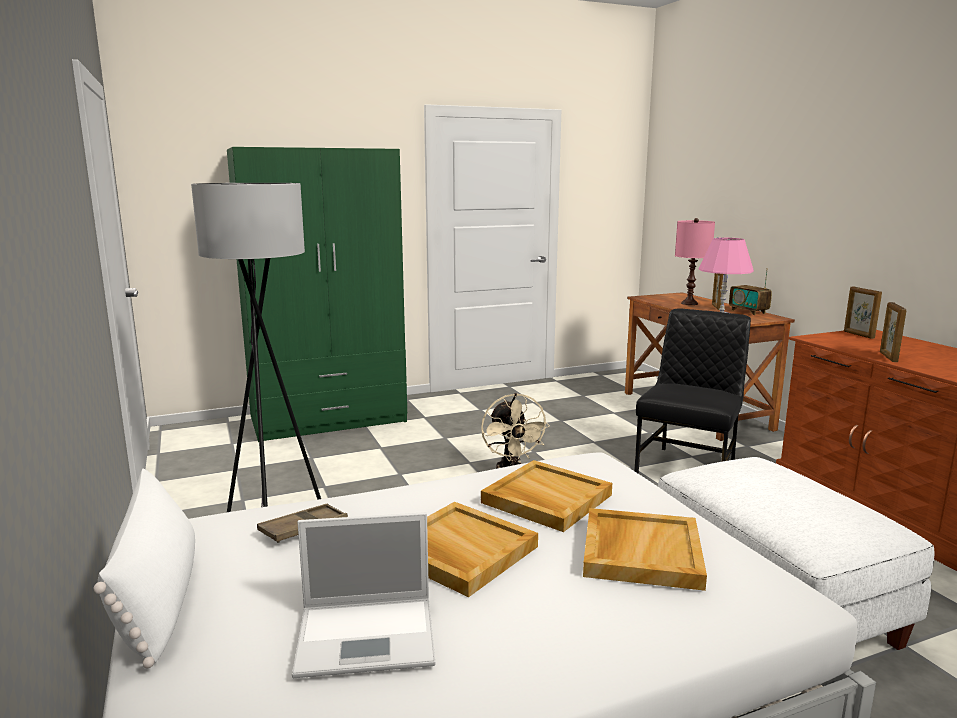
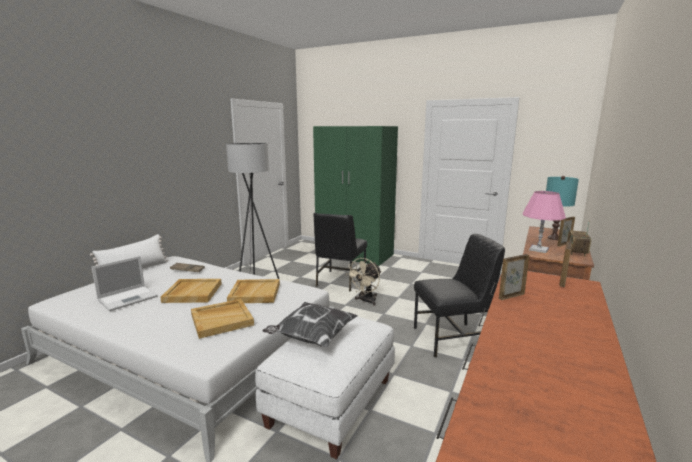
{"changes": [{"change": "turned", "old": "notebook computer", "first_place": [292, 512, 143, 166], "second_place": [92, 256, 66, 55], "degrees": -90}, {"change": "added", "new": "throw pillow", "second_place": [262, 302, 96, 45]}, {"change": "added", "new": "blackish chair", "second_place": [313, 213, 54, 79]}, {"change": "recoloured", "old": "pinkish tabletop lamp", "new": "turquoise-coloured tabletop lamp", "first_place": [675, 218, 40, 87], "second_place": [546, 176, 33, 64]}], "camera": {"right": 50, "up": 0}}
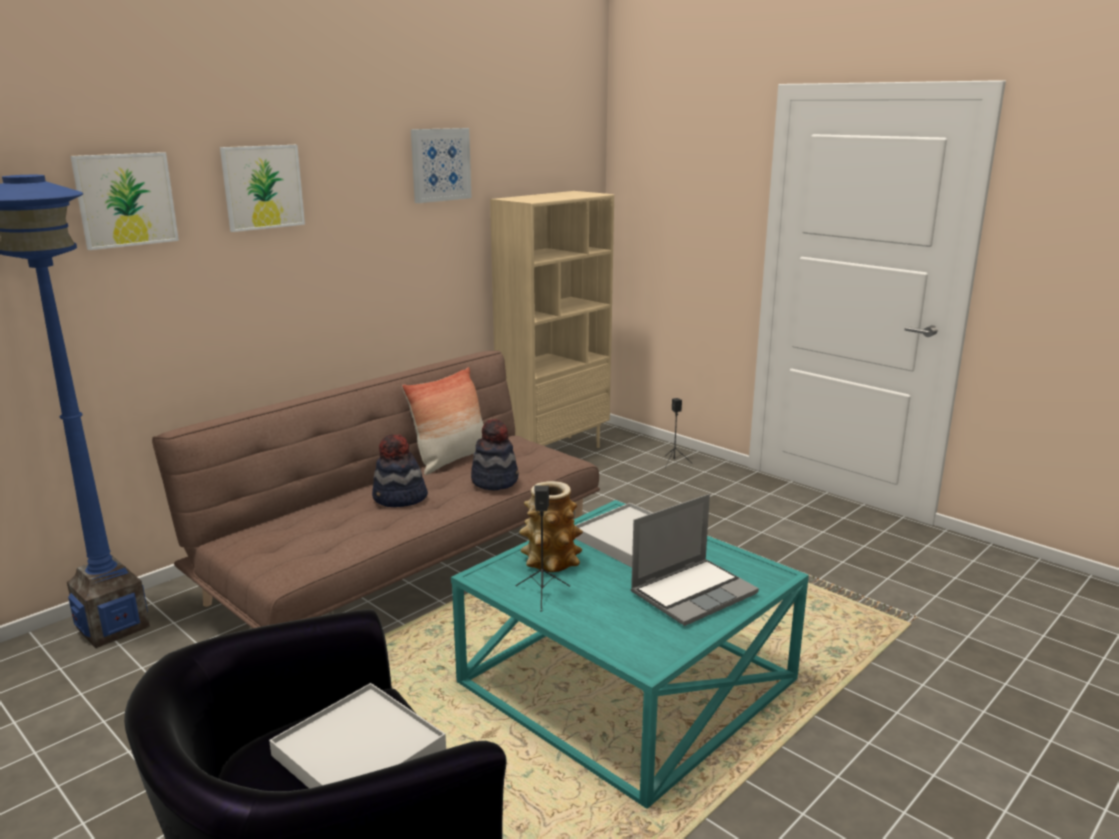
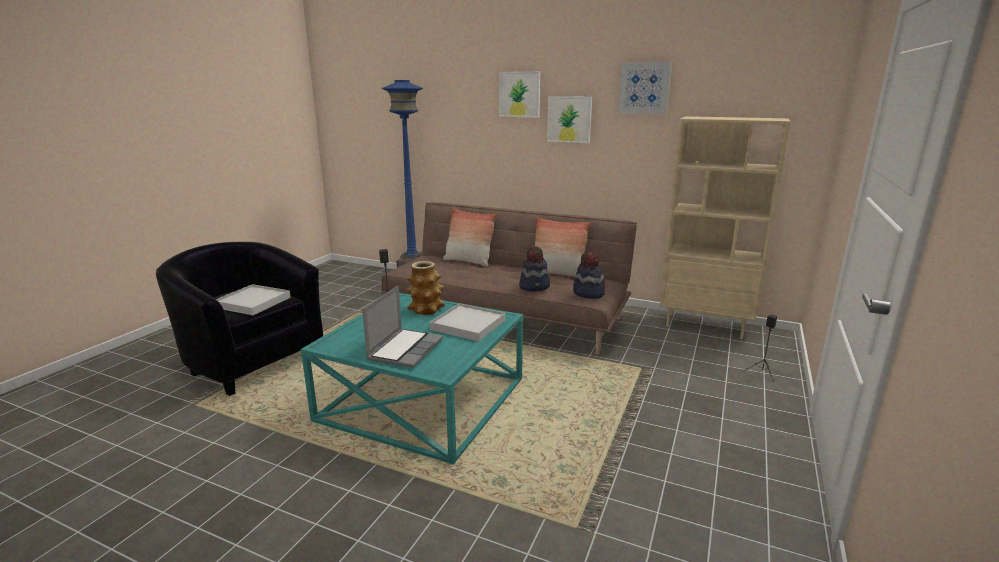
{"changes": [{"change": "turned", "old": "notebook computer", "first_place": [631, 494, 128, 132], "second_place": [362, 285, 81, 83], "degrees": -105}, {"change": "added", "new": "throw pillow", "second_place": [443, 208, 54, 59]}, {"change": "moved", "old": "wall art", "first_place": [70, 152, 109, 98], "second_place": [547, 96, 45, 47]}, {"change": "moved", "old": "wearable hat", "first_place": [372, 434, 56, 73], "second_place": [573, 251, 32, 48]}], "camera": {"right": 70, "up": 0}}
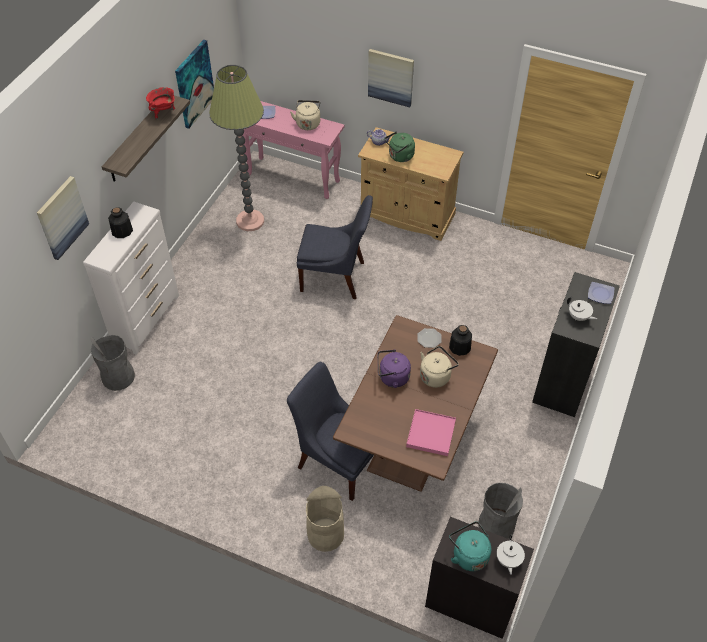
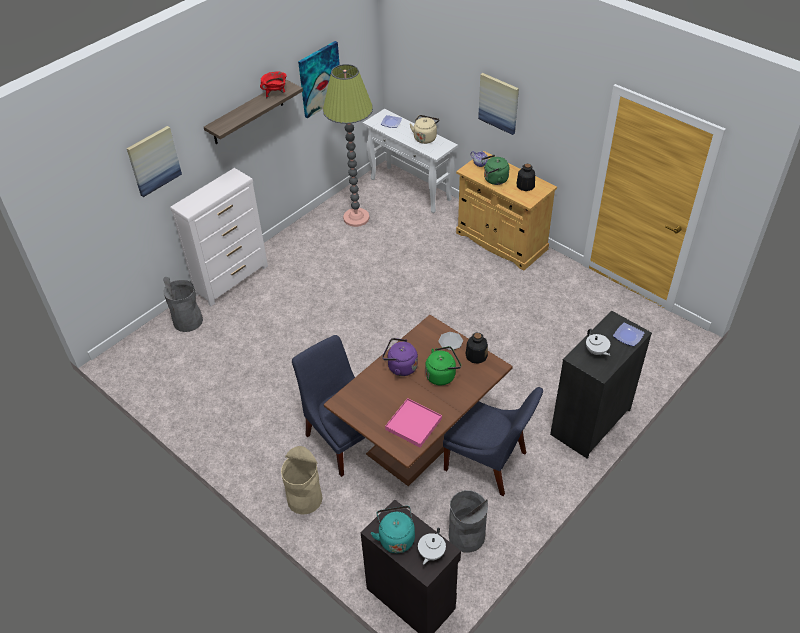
{"changes": [{"change": "recoloured", "old": "pinkish hall table", "new": "whitish hall table", "first_place": [242, 101, 102, 98], "second_place": [363, 109, 95, 104]}, {"change": "recoloured", "old": "beige tea kettle", "new": "green-coloured tea kettle", "first_place": [420, 346, 39, 42], "second_place": [425, 346, 36, 39]}, {"change": "moved", "old": "bluish chair", "first_place": [297, 195, 76, 104], "second_place": [443, 387, 100, 109]}, {"change": "moved", "old": "bottle", "first_place": [108, 207, 25, 31], "second_place": [516, 164, 19, 27]}], "camera": {"right": 20, "up": -5}}
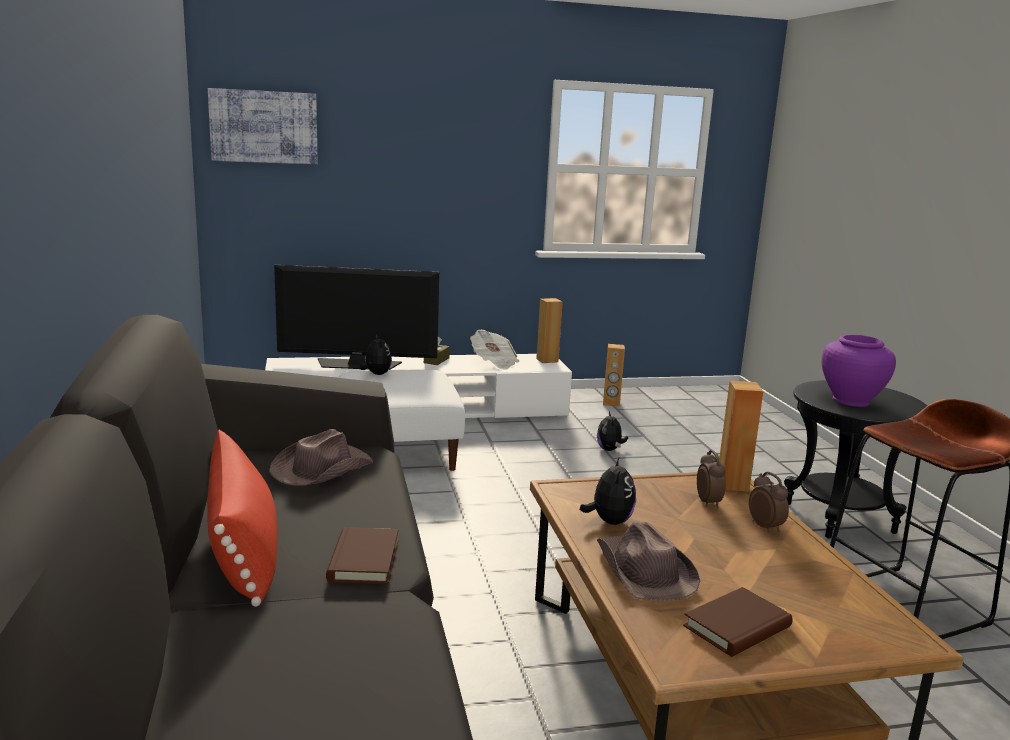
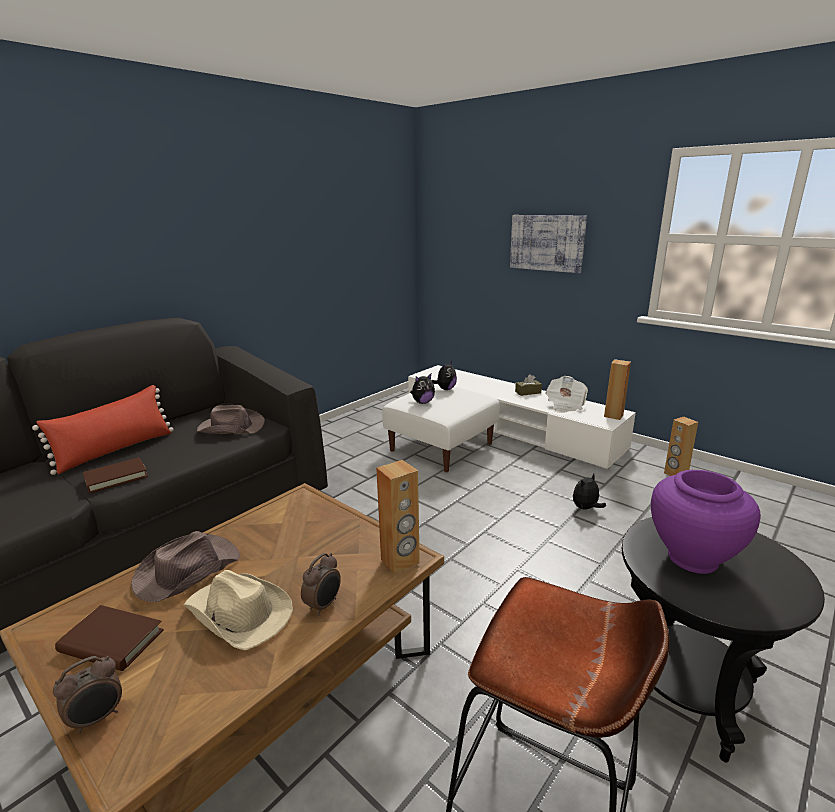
{"changes": [{"change": "moved", "old": "alarm clock", "first_place": [697, 450, 29, 58], "second_place": [53, 656, 69, 78]}, {"change": "added", "new": "beige wearable hat", "second_place": [184, 570, 109, 80]}, {"change": "moved", "old": "soft toy", "first_place": [580, 456, 56, 69], "second_place": [410, 374, 25, 30]}, {"change": "moved", "old": "wall art", "first_place": [208, 88, 110, 76], "second_place": [510, 215, 77, 58]}, {"change": "removed", "old": "TV", "first_place": [274, 265, 165, 105]}], "camera": {"right": 55, "up": 5}}
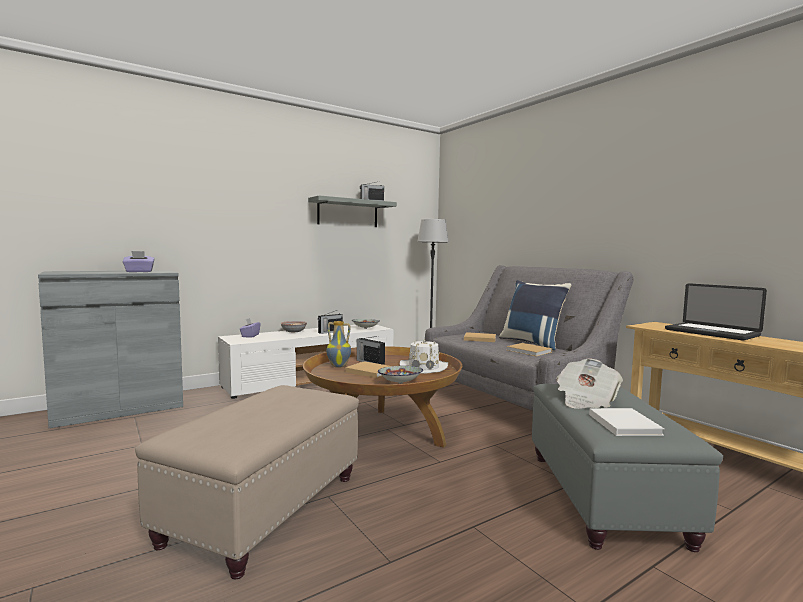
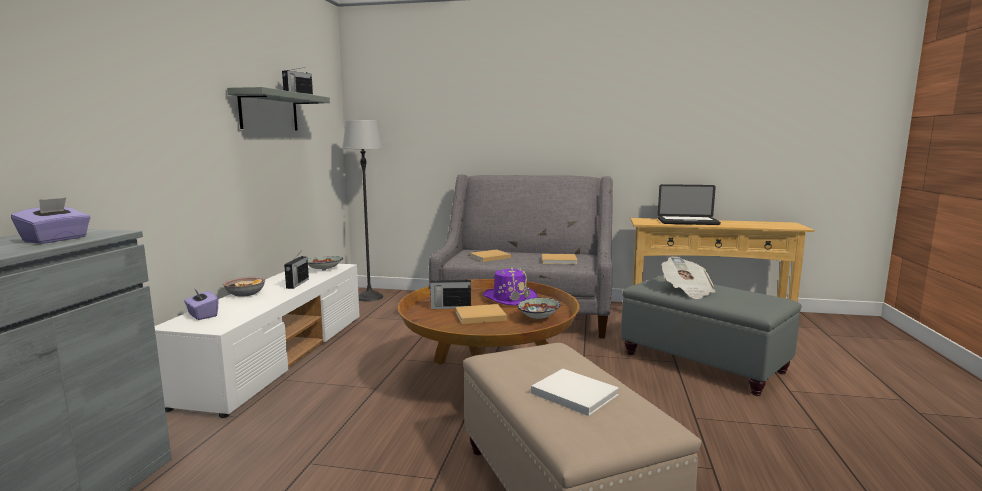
{"changes": [{"change": "recoloured", "old": "whitish wearable hat", "new": "purple wearable hat", "first_place": [400, 339, 48, 35], "second_place": [483, 267, 55, 38]}, {"change": "moved", "old": "whitish bound book", "first_place": [589, 408, 76, 28], "second_place": [531, 369, 88, 47]}, {"change": "removed", "old": "flower vase", "first_place": [326, 321, 25, 47]}, {"change": "removed", "old": "bluish throw pillow", "first_place": [499, 280, 72, 71]}], "camera": {"right": -45, "up": 5}}
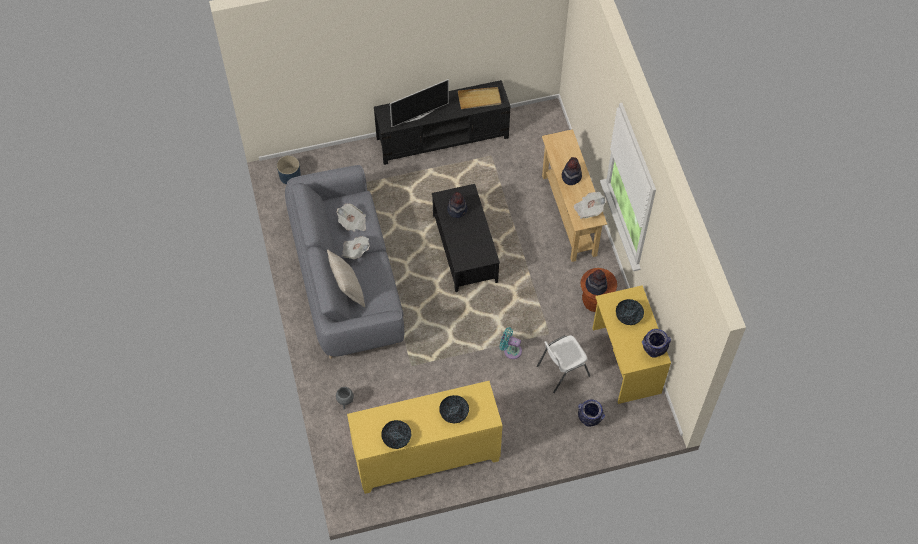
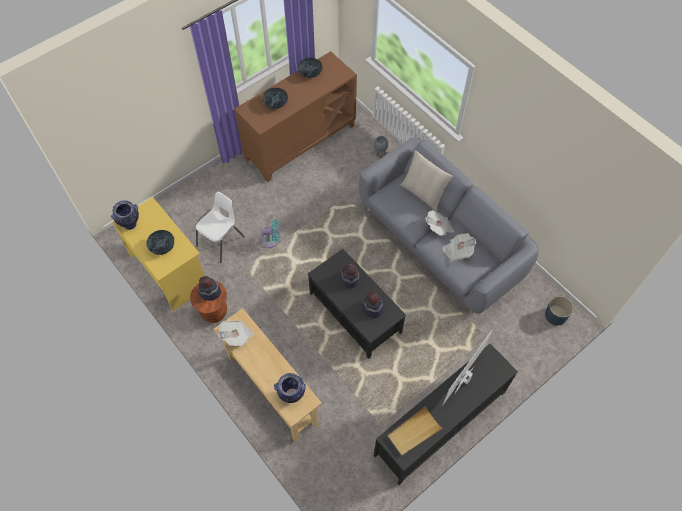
{"changes": [{"change": "recoloured", "old": "yellow-coloured cabinet", "new": "brown-coloured cabinet", "first_place": [347, 381, 156, 113], "second_place": [234, 51, 123, 131]}, {"change": "moved", "old": "flower vase", "first_place": [578, 400, 27, 27], "second_place": [274, 373, 32, 30]}, {"change": "moved", "old": "wearable hat", "first_place": [562, 157, 20, 28], "second_place": [340, 263, 20, 25]}], "camera": {"right": 155, "up": 0}}
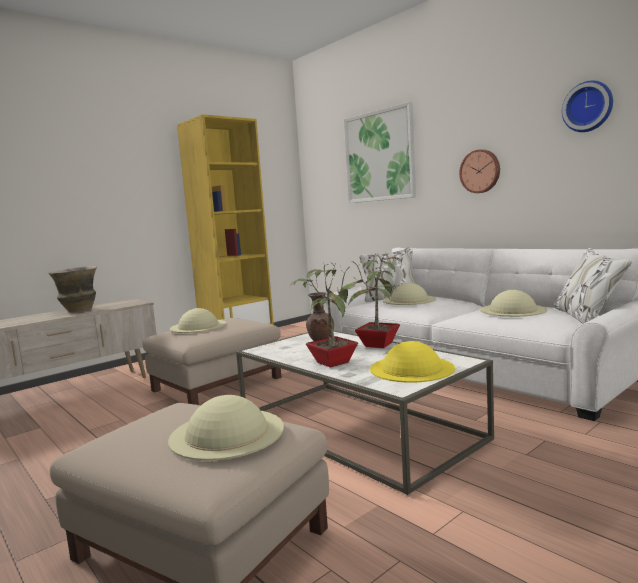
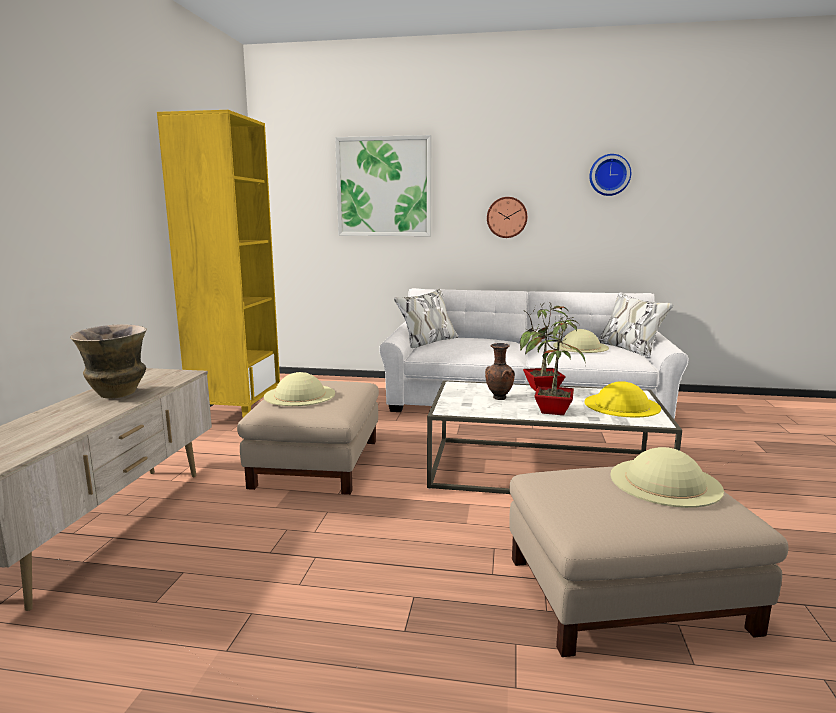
{"changes": [{"change": "removed", "old": "beige wearable hat", "first_place": [383, 283, 53, 22]}], "camera": {"right": -40, "up": 5}}
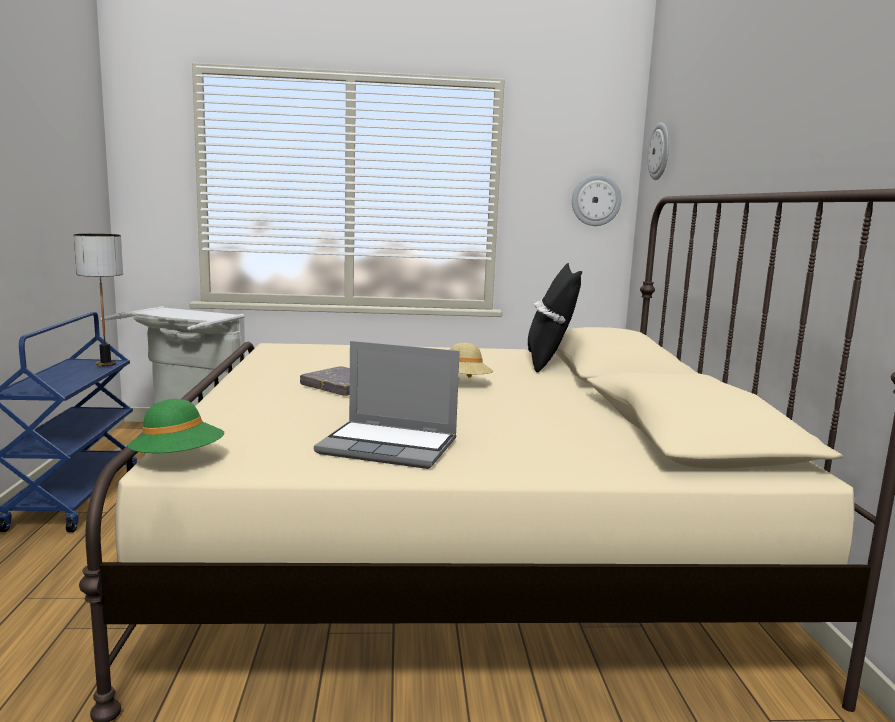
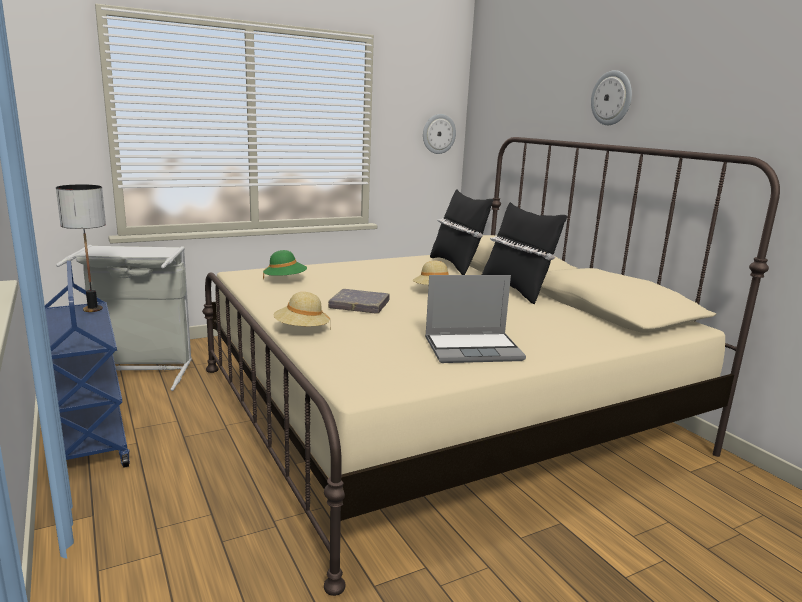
{"changes": [{"change": "moved", "old": "green-coloured wearable hat", "first_place": [128, 399, 96, 54], "second_place": [263, 250, 44, 30]}, {"change": "added", "new": "beige wearable hat", "second_place": [273, 292, 57, 34]}, {"change": "added", "new": "blackish throw pillow", "second_place": [482, 202, 85, 102]}, {"change": "moved", "old": "clock on the wall", "first_place": [648, 122, 21, 58], "second_place": [591, 70, 41, 55]}], "camera": {"right": -25, "up": 5}}
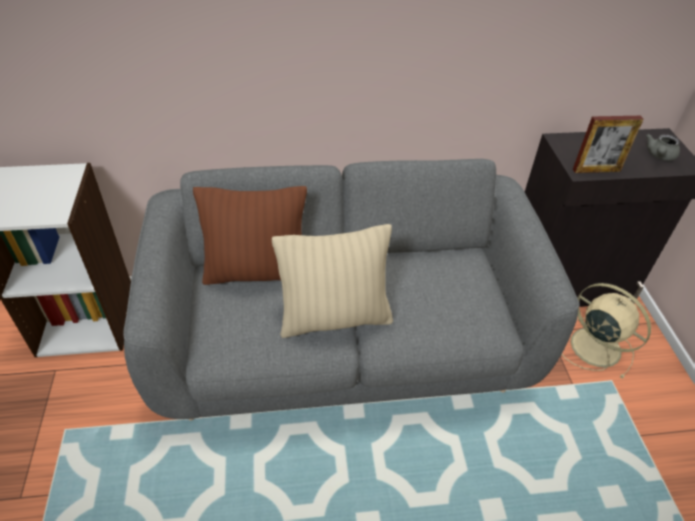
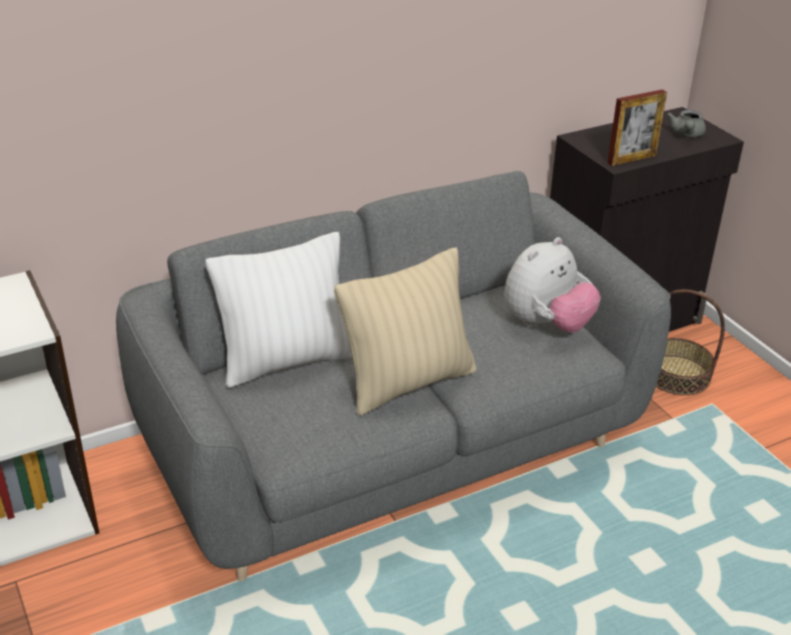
{"changes": [{"change": "recoloured", "old": "brown-coloured throw pillow", "new": "whitish throw pillow", "first_place": [193, 186, 114, 99], "second_place": [206, 232, 146, 156]}, {"change": "added", "new": "soft toy", "second_place": [504, 237, 97, 96]}, {"change": "replaced", "old": "beige electric fan", "new": "basket", "first_place": [562, 283, 89, 96], "second_place": [656, 289, 69, 106]}], "camera": {"right": -20, "up": -10}}
